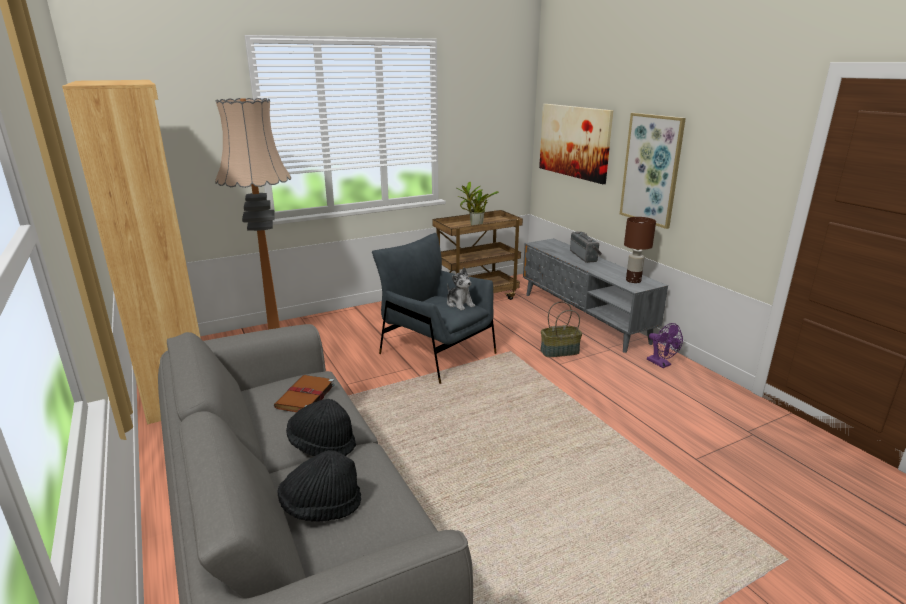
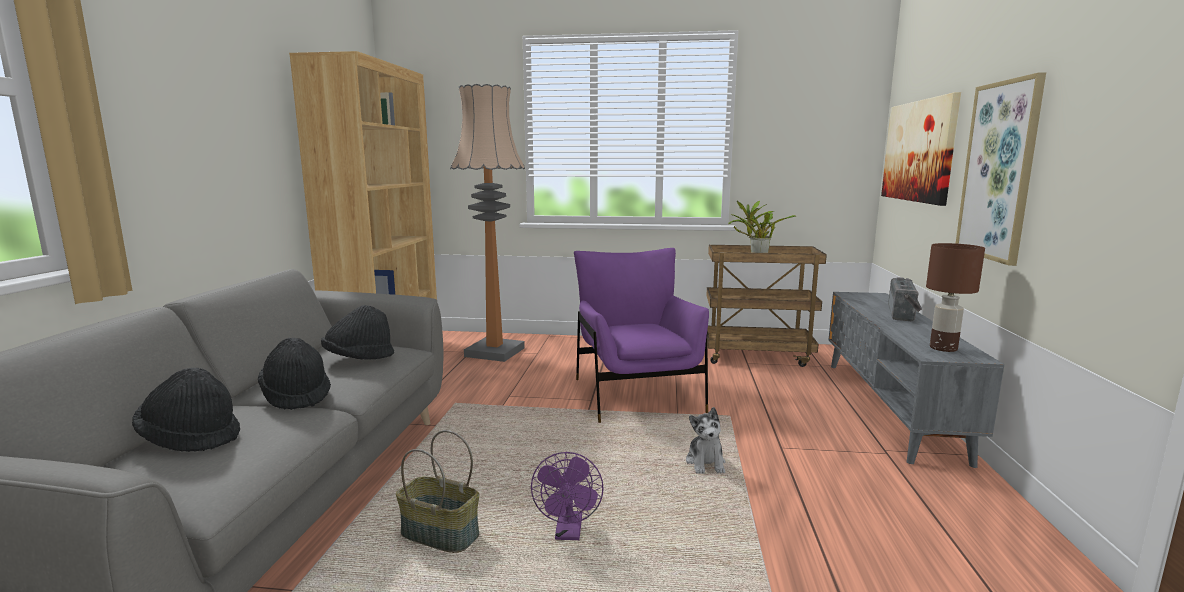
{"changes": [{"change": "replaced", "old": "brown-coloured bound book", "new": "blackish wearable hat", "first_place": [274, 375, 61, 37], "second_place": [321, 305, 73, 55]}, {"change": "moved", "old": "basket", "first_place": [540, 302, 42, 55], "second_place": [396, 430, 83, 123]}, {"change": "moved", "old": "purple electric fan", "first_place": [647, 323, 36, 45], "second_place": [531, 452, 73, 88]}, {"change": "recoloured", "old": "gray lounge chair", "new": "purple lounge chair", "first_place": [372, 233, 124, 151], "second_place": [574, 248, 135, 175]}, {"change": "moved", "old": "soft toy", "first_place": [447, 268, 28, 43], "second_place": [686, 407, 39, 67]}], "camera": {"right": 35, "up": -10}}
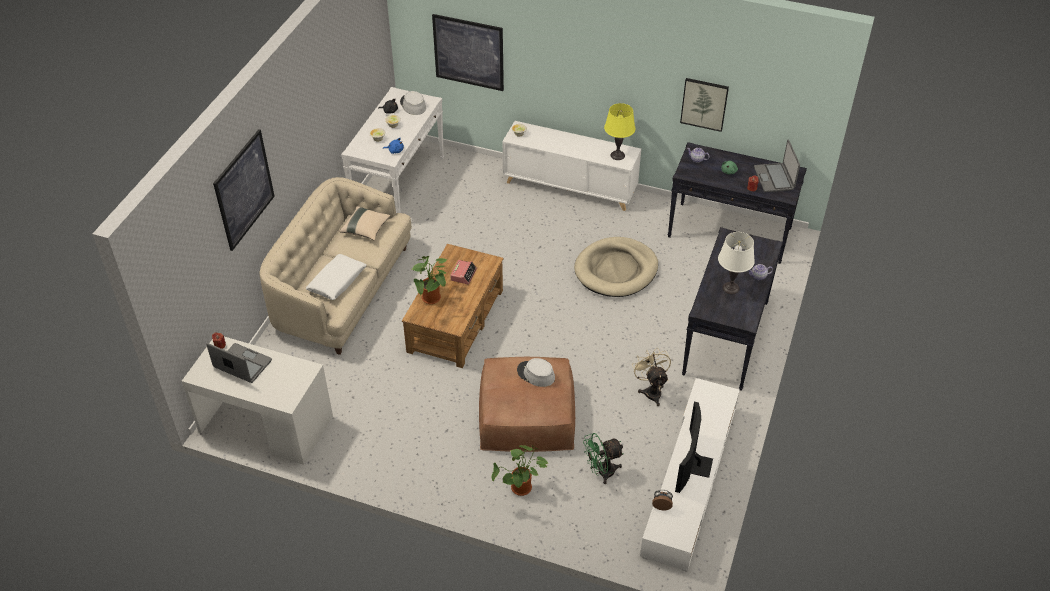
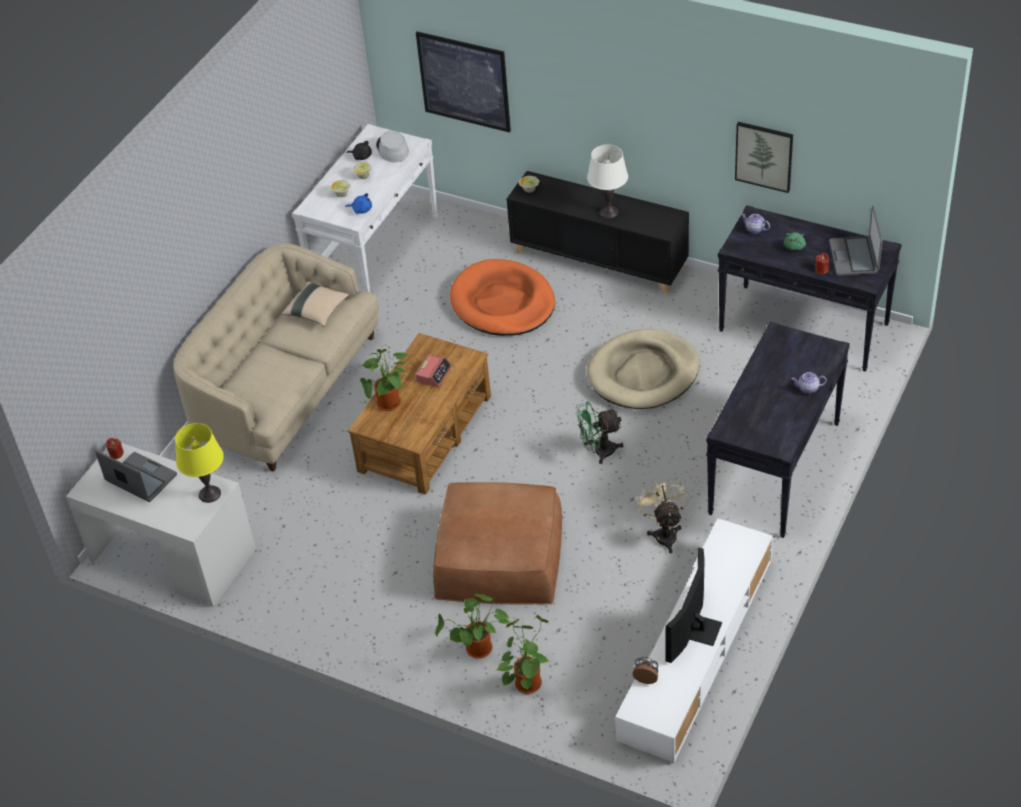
{"changes": [{"change": "moved", "old": "yellow-coloured tabletop lamp", "first_place": [604, 103, 32, 57], "second_place": [175, 423, 49, 80]}, {"change": "added", "new": "orange pet bed", "second_place": [450, 259, 105, 77]}, {"change": "added", "new": "potted plant", "second_place": [497, 615, 53, 79]}, {"change": "recoloured", "old": "whitish cabinet", "new": "blackish cabinet", "first_place": [502, 121, 139, 90], "second_place": [507, 171, 182, 123]}, {"change": "moved", "old": "green-coloured electric fan", "first_place": [583, 433, 41, 51], "second_place": [576, 402, 48, 62]}, {"change": "moved", "old": "whitish tabletop lamp", "first_place": [718, 232, 37, 62], "second_place": [587, 145, 41, 74]}, {"change": "removed", "old": "wall art", "first_place": [213, 129, 62, 122]}, {"change": "removed", "old": "whitish throw pillow", "first_place": [306, 254, 61, 46]}, {"change": "removed", "old": "gray wearable hat", "first_place": [517, 358, 38, 29]}], "camera": {"right": 10, "up": 0}}
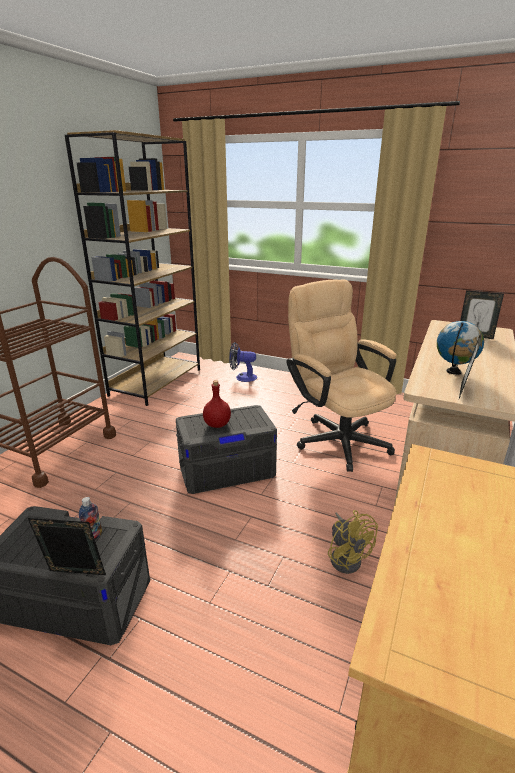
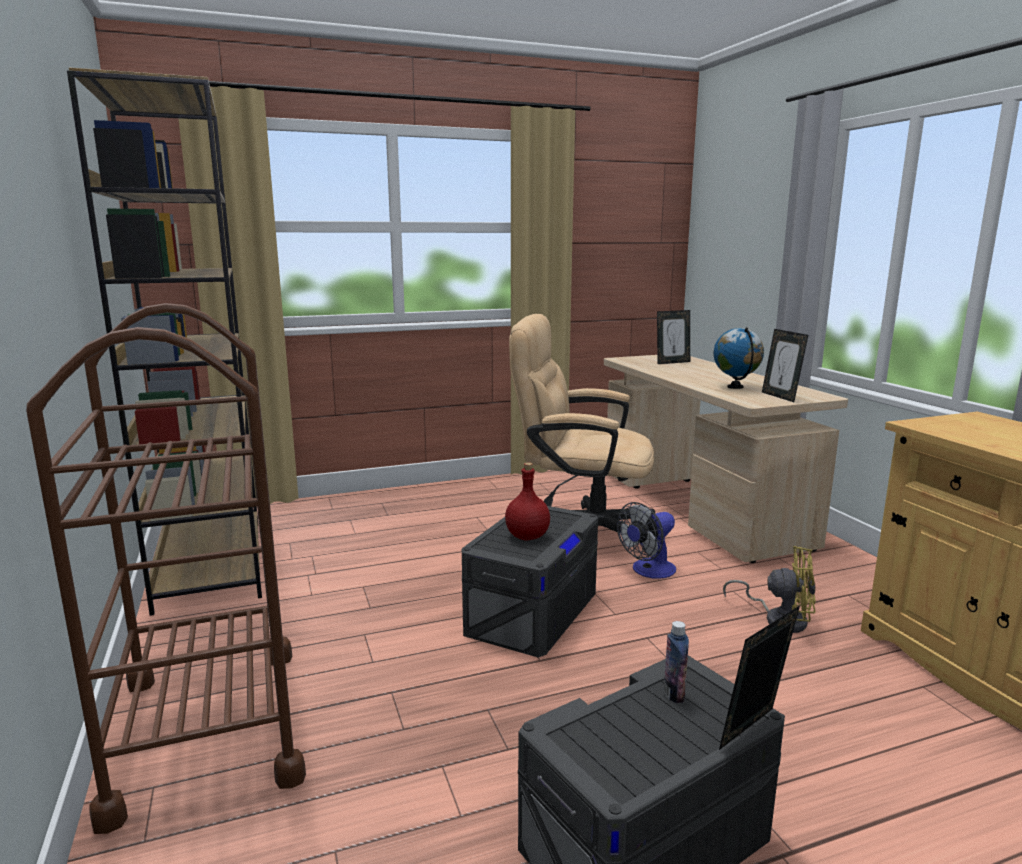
{"changes": [{"change": "moved", "old": "electric fan", "first_place": [229, 342, 28, 40], "second_place": [617, 502, 59, 77]}], "camera": {"right": -45, "up": -10}}
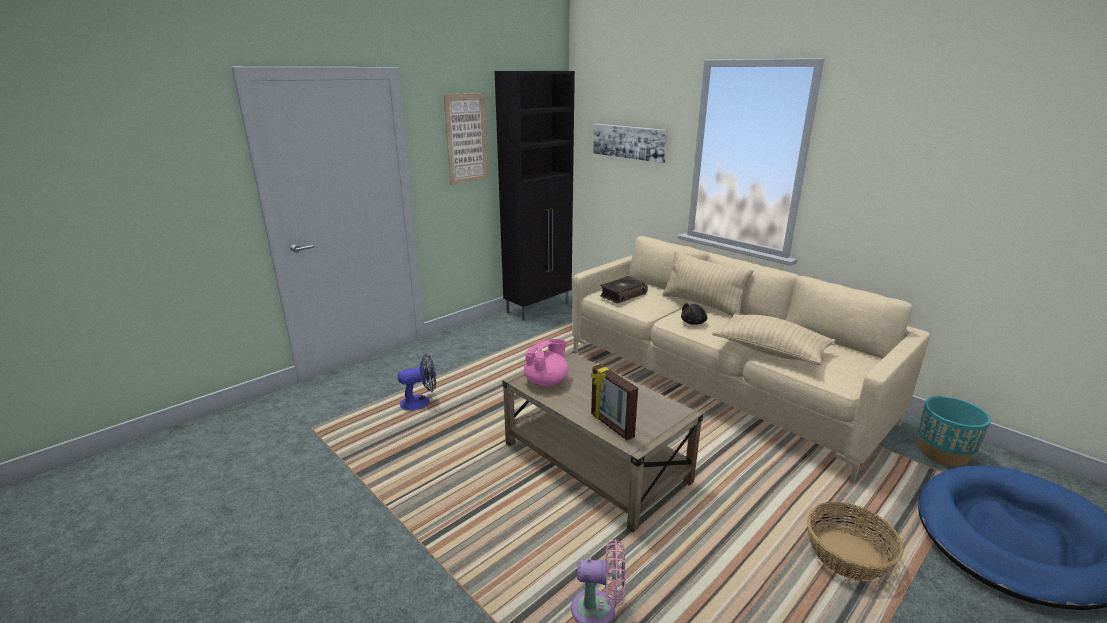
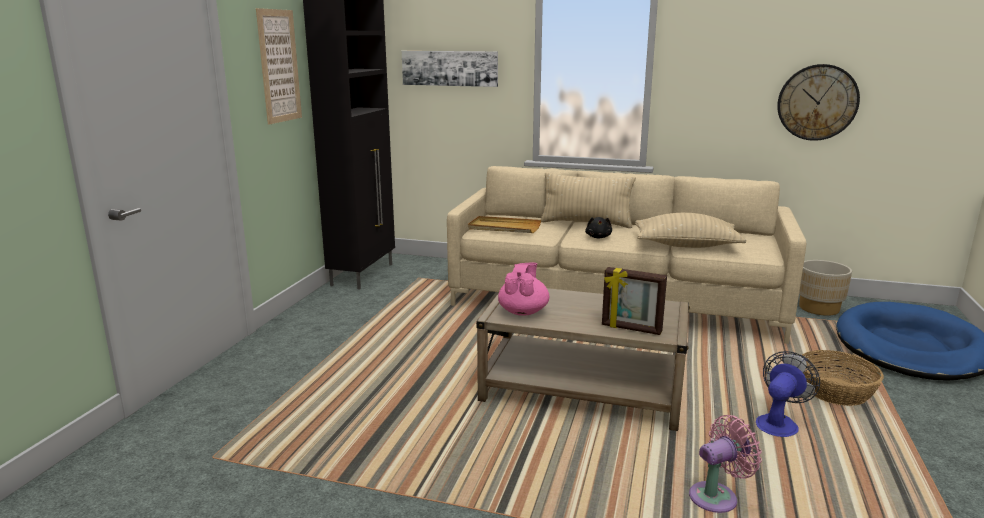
{"changes": [{"change": "replaced", "old": "bound book", "new": "beige carrying tray", "first_place": [600, 276, 48, 28], "second_place": [468, 216, 73, 17]}, {"change": "moved", "old": "electric fan", "first_place": [397, 354, 39, 56], "second_place": [756, 351, 64, 86]}, {"change": "added", "new": "clock on the wall", "second_place": [777, 64, 83, 77]}, {"change": "recoloured", "old": "turquoise-coloured planter", "new": "beige planter", "first_place": [918, 396, 73, 70], "second_place": [799, 260, 53, 56]}], "camera": {"right": -30, "up": -5}}
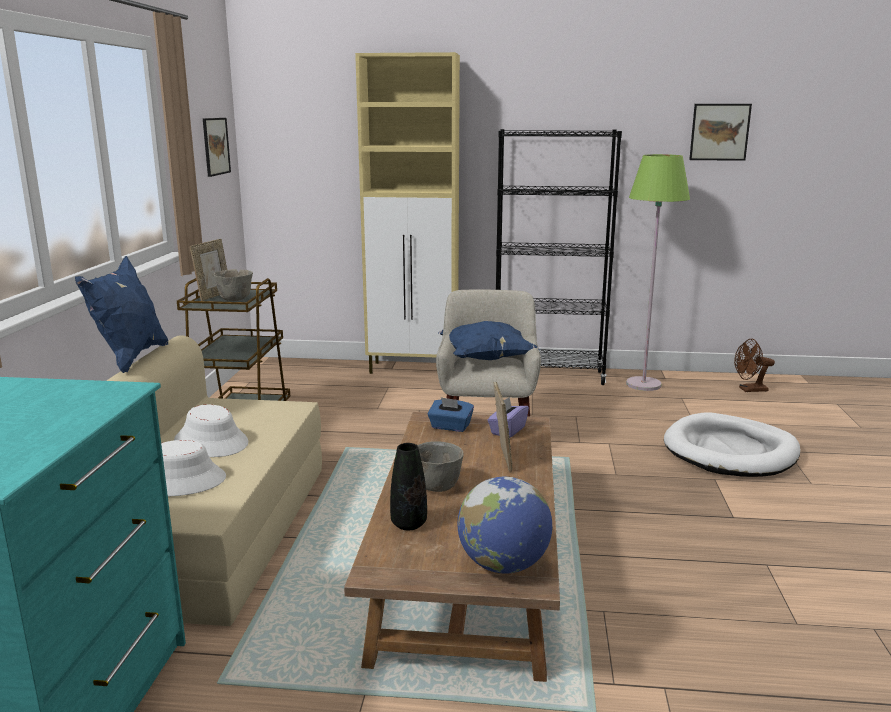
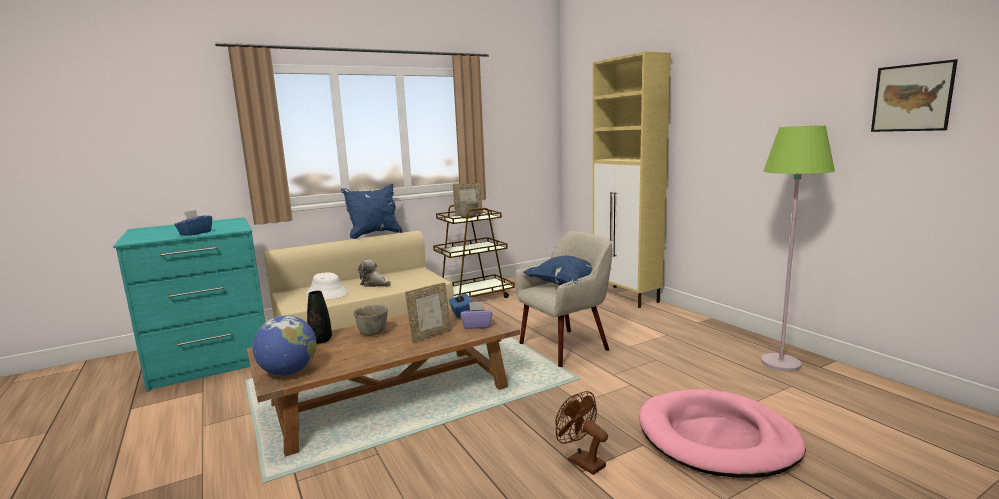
{"changes": [{"change": "added", "new": "bluish tissue holder", "second_place": [175, 210, 37, 26]}, {"change": "replaced", "old": "whitish wearable hat", "new": "soft toy", "first_place": [174, 404, 74, 53], "second_place": [358, 259, 33, 28]}, {"change": "moved", "old": "brown-coloured electric fan", "first_place": [734, 339, 41, 53], "second_place": [555, 391, 53, 84]}, {"change": "recoloured", "old": "whitish pet bed", "new": "pinkish pet bed", "first_place": [664, 412, 136, 65], "second_place": [639, 389, 167, 89]}, {"change": "removed", "old": "wall art", "first_place": [203, 118, 28, 59]}, {"change": "removed", "old": "blackish bookshelf", "first_place": [496, 129, 126, 256]}], "camera": {"right": 55, "up": -5}}
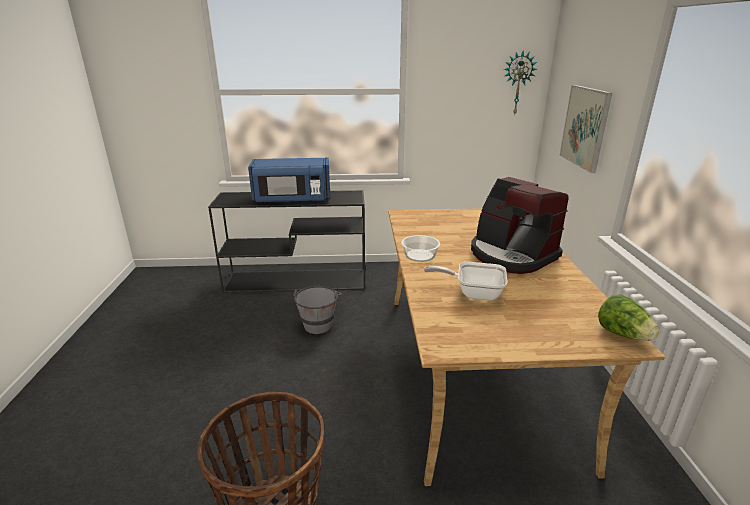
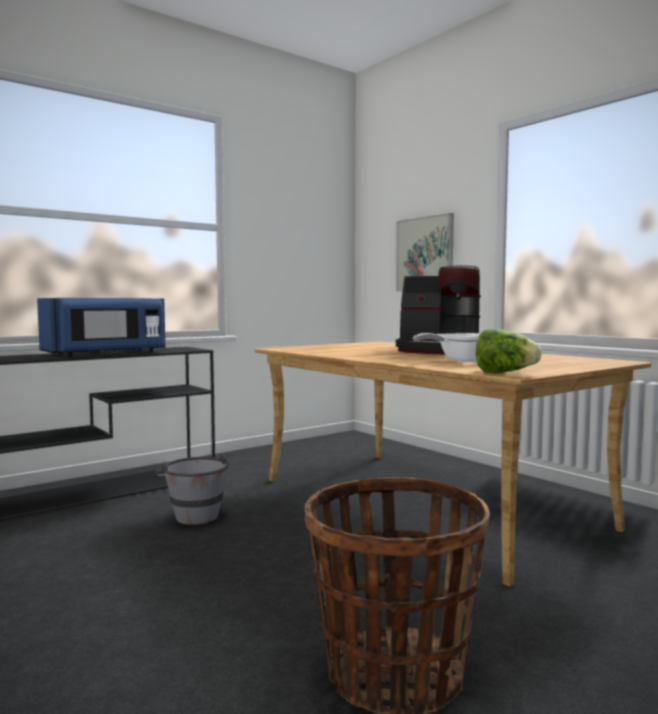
{"changes": [{"change": "moved", "old": "head of lettuce", "first_place": [598, 294, 61, 47], "second_place": [476, 329, 66, 44]}, {"change": "removed", "old": "serving bowl", "first_place": [401, 235, 39, 27]}, {"change": "removed", "old": "clock on the wall", "first_place": [504, 52, 33, 64]}], "camera": {"right": -35, "up": -20}}
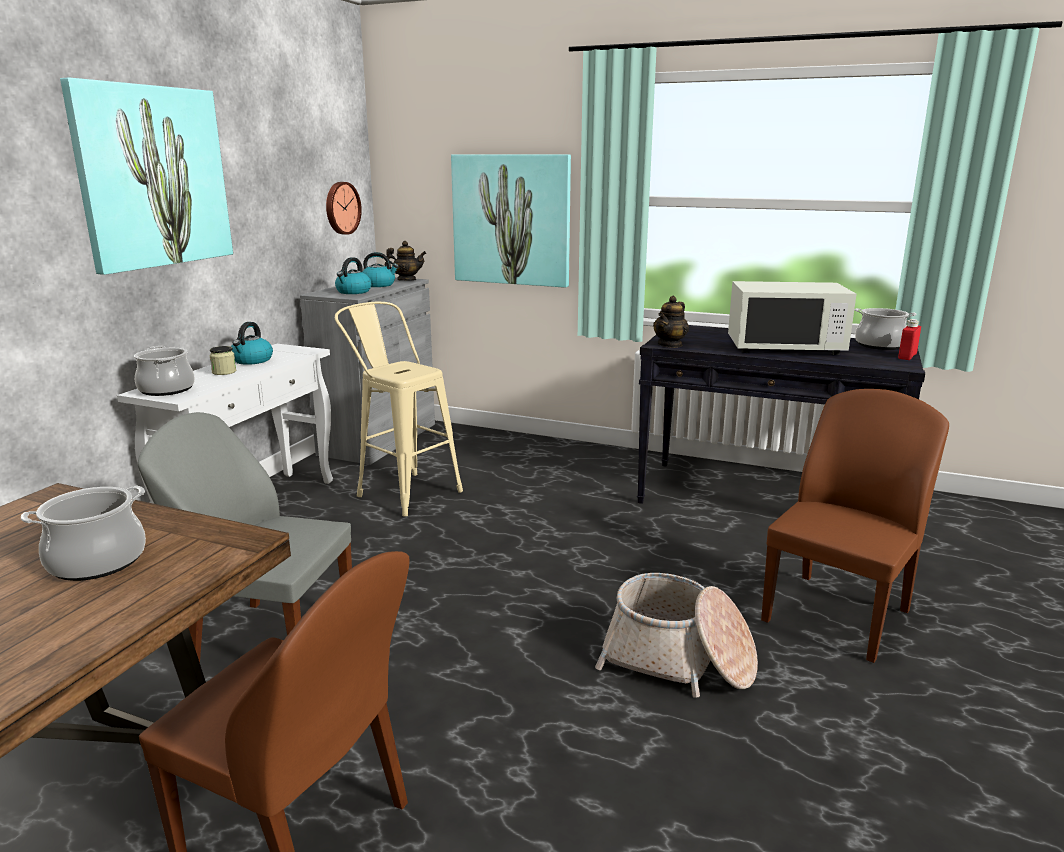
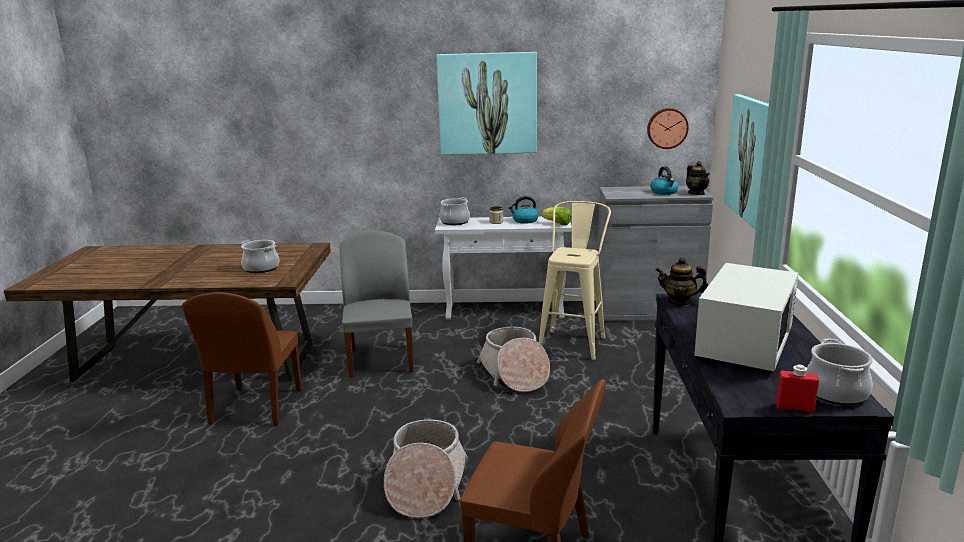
{"changes": [{"change": "added", "new": "basket", "second_place": [477, 327, 73, 65]}, {"change": "added", "new": "head of lettuce", "second_place": [541, 207, 31, 18]}, {"change": "turned", "old": "whitish microwave", "first_place": [728, 281, 128, 74], "second_place": [694, 263, 105, 110], "degrees": -135}, {"change": "removed", "old": "tea kettle", "first_place": [335, 257, 36, 37]}], "camera": {"right": 70, "up": 0}}
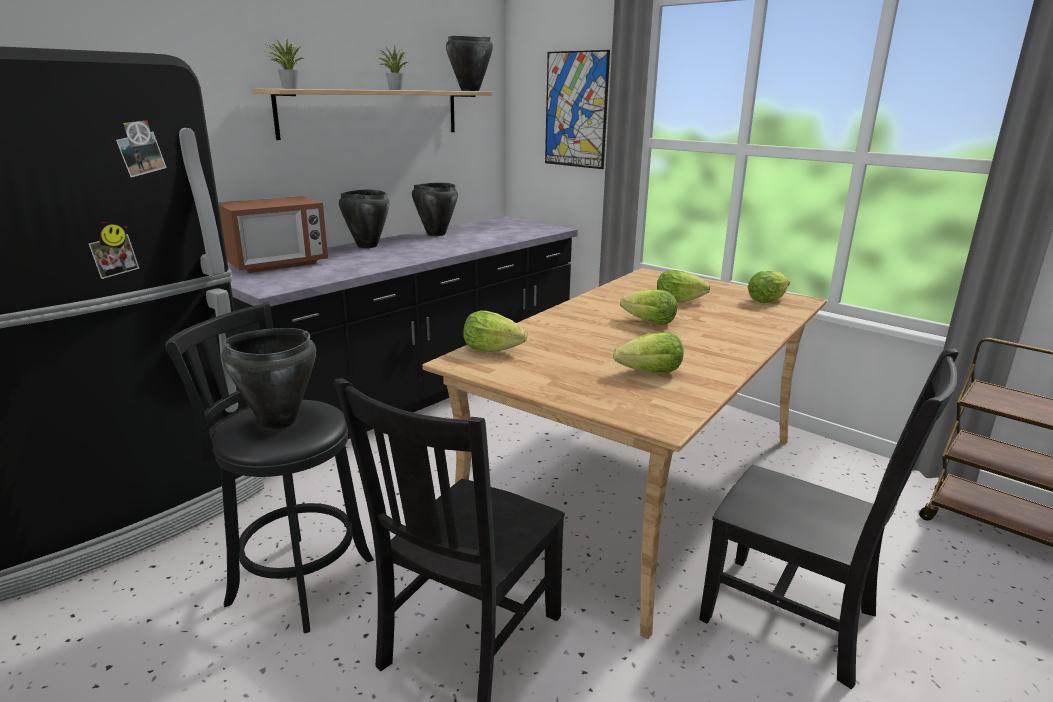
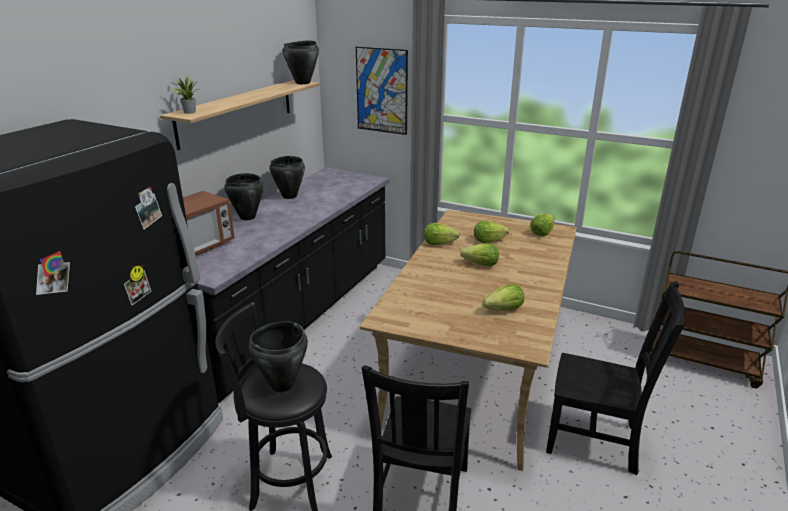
{"changes": [{"change": "moved", "old": "head of lettuce", "first_place": [463, 311, 64, 41], "second_place": [424, 223, 36, 22]}, {"change": "removed", "old": "potted plant", "first_place": [375, 45, 33, 45]}], "camera": {"right": -15, "up": 5}}
